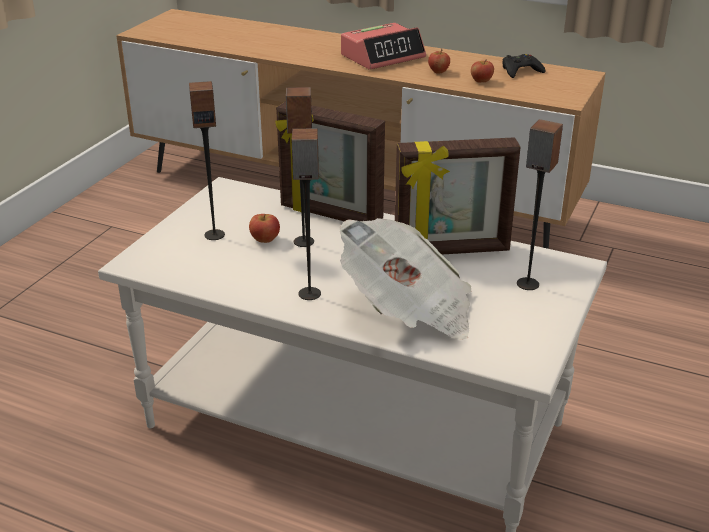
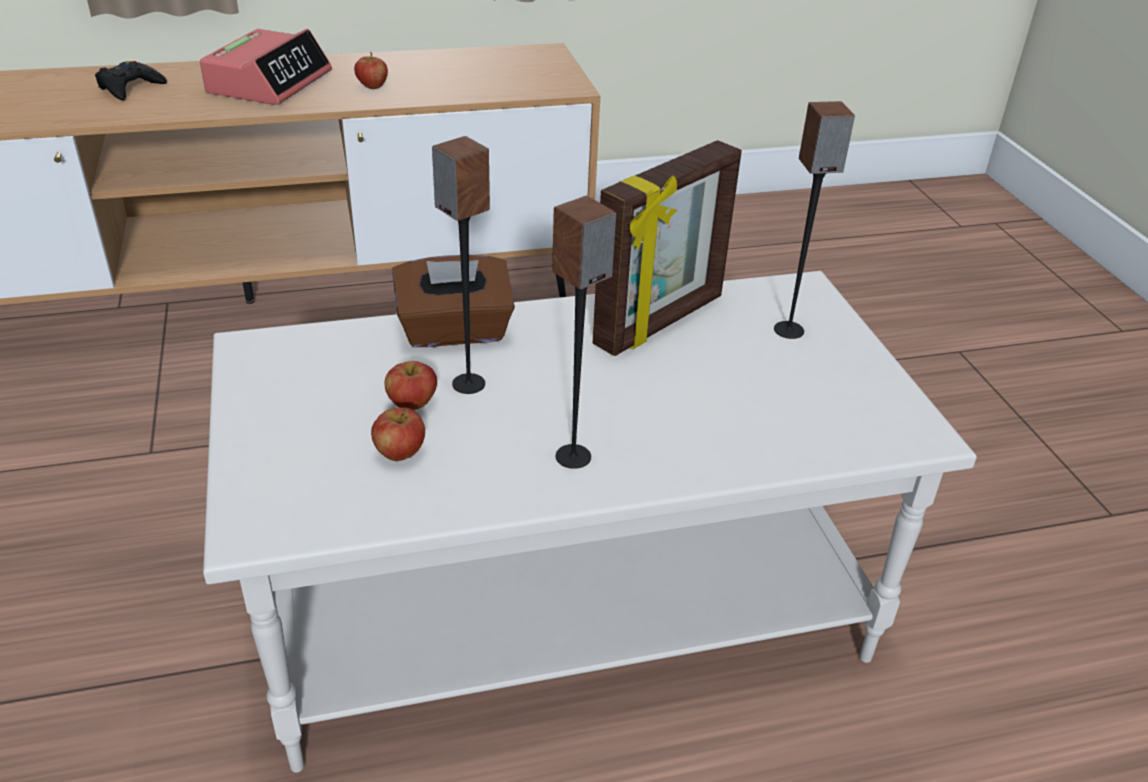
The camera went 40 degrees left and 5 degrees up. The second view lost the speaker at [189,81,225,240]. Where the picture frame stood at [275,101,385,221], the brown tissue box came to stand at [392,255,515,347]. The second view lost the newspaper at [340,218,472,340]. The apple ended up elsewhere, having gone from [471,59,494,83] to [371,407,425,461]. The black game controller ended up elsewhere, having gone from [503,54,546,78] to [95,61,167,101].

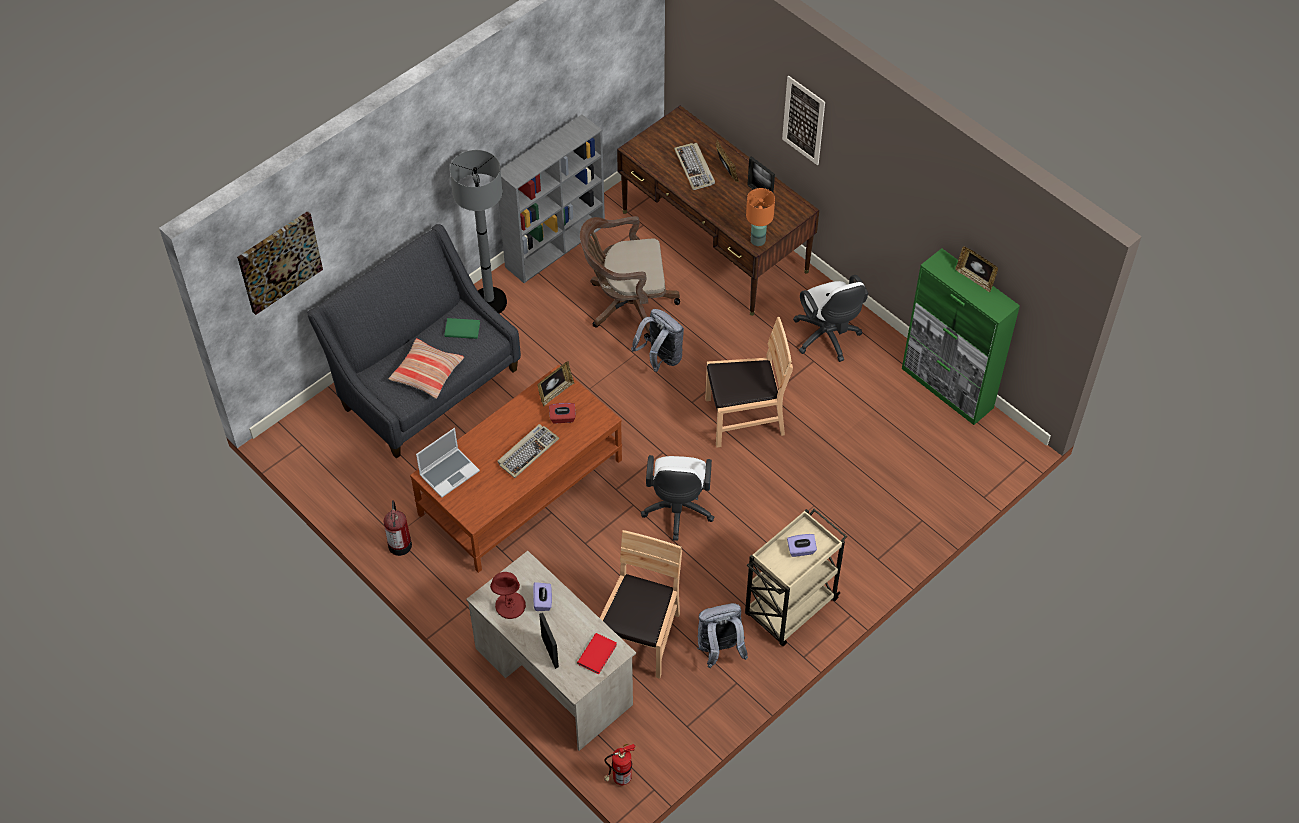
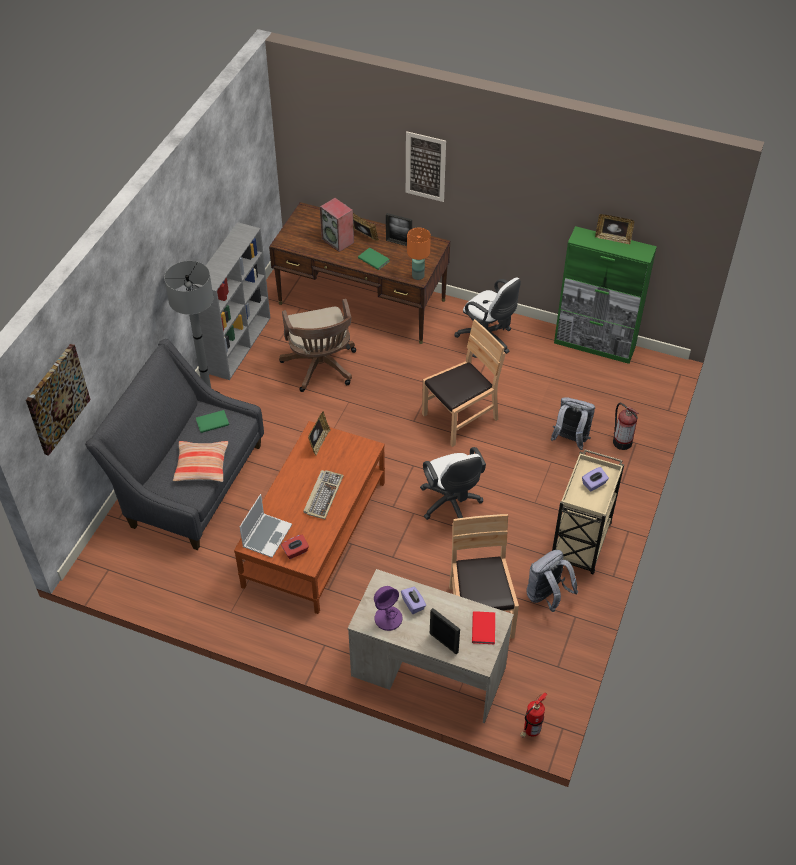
The camera went 25 degrees left and 5 degrees down. The fire extinguisher ended up elsewhere, having gone from [384,500,412,556] to [613,403,639,450]. What was the red table lamp at [490,572,526,619] turned into the purple table lamp at [374,586,403,631]. The red tissue box ended up elsewhere, having gone from [549,403,576,423] to [281,535,309,559]. The brown office chair at [580,216,680,339] ended up facing another way, 75 degrees counterclockwise from before. The grey backpack ended up elsewhere, having gone from [631,309,684,372] to [551,397,595,450]. Where the keyboard stood at [674,143,715,190], the speaker came to stand at [320,198,354,252]. The second view gained the green book at [358,247,390,270].

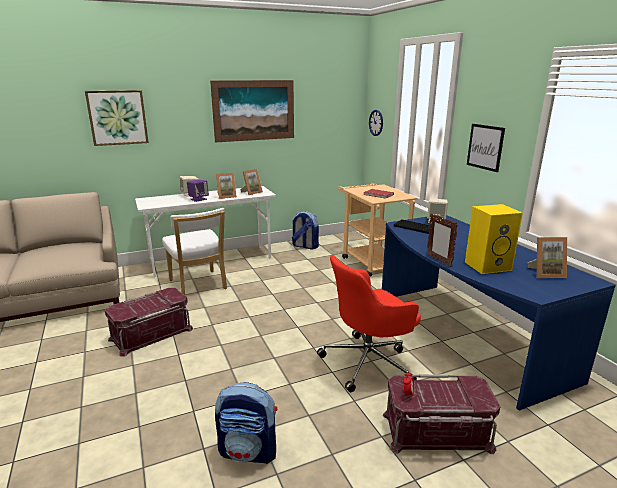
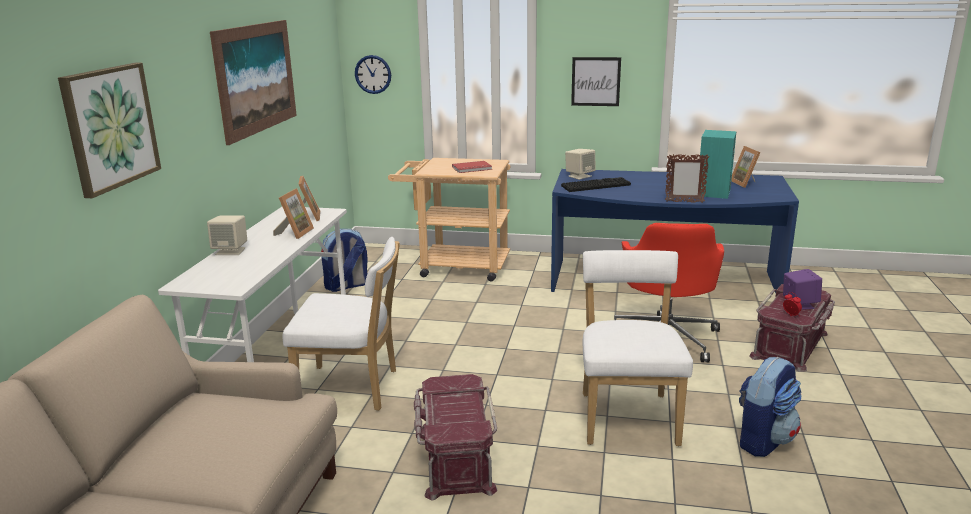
The camera went 55 degrees left and 0 degrees up. The purple speaker ended up elsewhere, having gone from [187,180,209,202] to [783,269,822,310]. What was the yellow speaker at [465,204,523,274] turned into the turquoise speaker at [700,130,737,199]. The picture frame at [528,237,567,278] ended up facing another way, 135 degrees clockwise from before. The second view gained the white chair at [583,250,693,446].

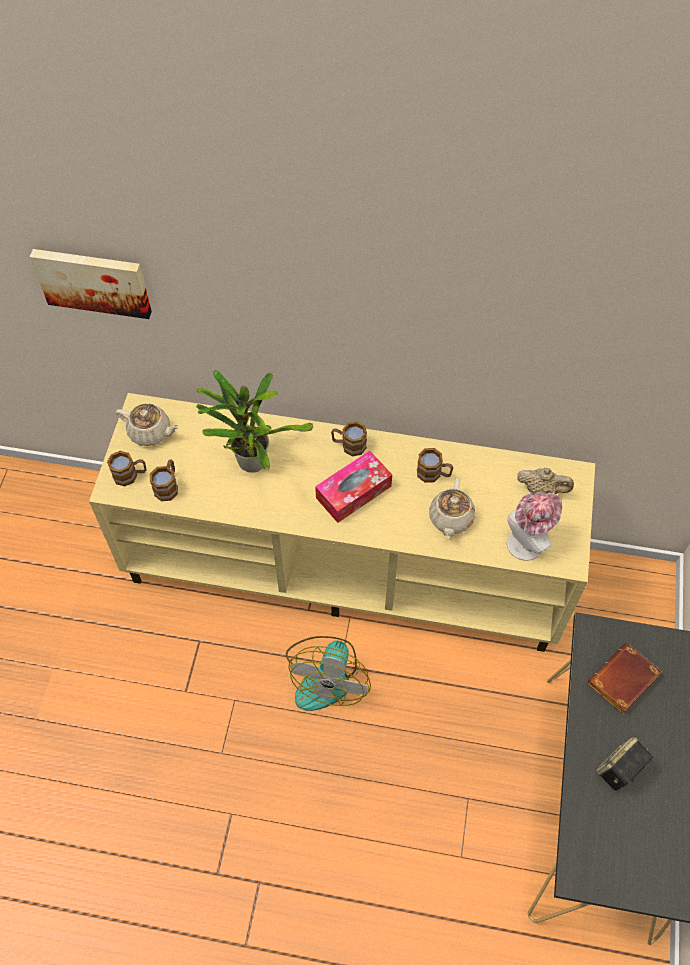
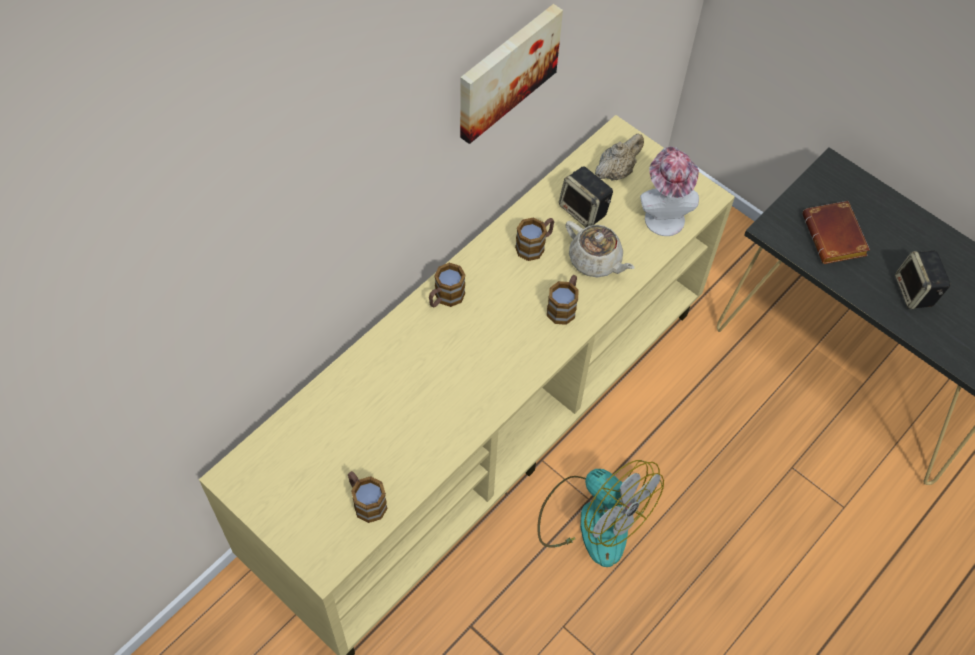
The camera went 60 degrees left and 0 degrees up. The picture ended up elsewhere, having gone from [30,249,152,319] to [460,4,563,144]. The mug ended up elsewhere, having gone from [107,451,147,486] to [547,275,579,325]. The second view lost the beige teapot at [116,403,180,446]. The second view lost the potted plant at [196,370,313,473]. The second view lost the tissue box at [315,451,392,523]. The second view gained the speaker at [559,166,613,227].

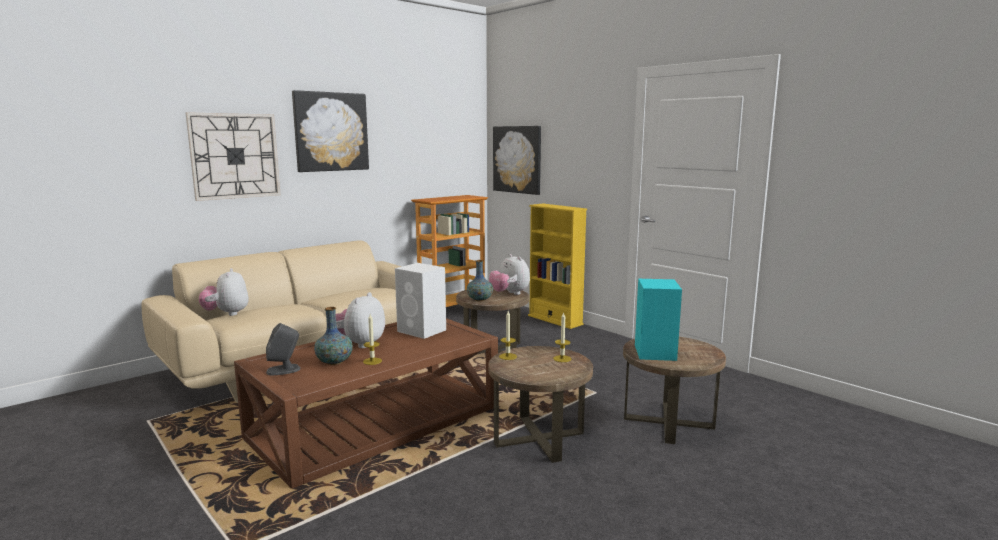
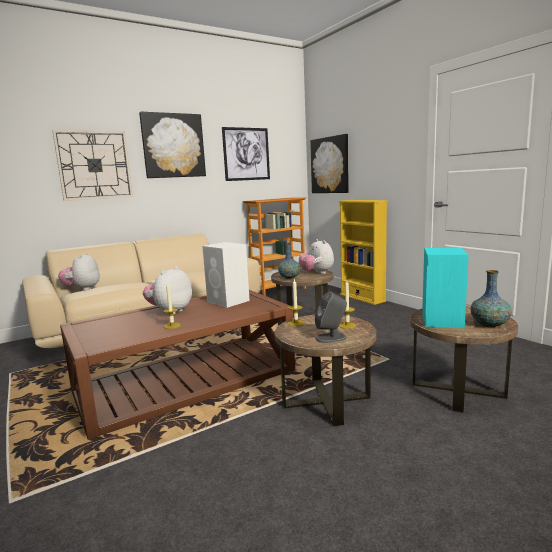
The camera went 10 degrees right and 0 degrees up. The grey speaker ended up elsewhere, having gone from [266,323,301,375] to [315,292,347,343]. The vase ended up elsewhere, having gone from [314,307,353,365] to [471,270,512,327]. The second view gained the picture at [222,127,270,181].

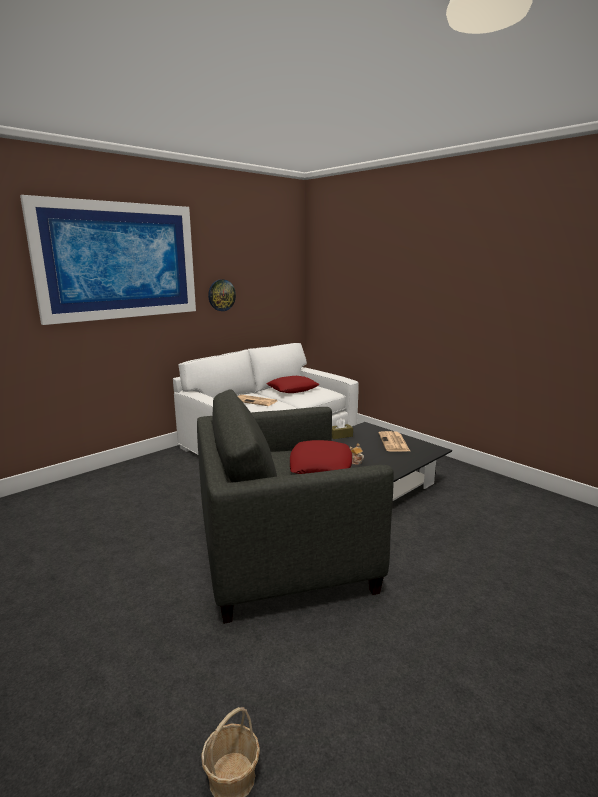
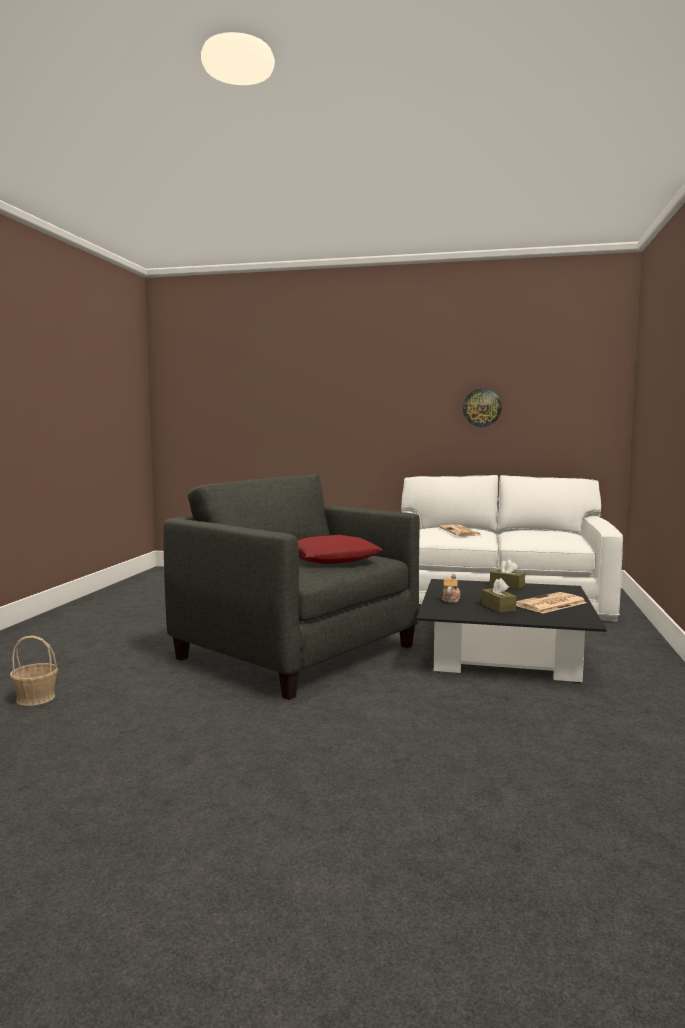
The camera went 55 degrees right and 10 degrees down. The second view lost the picture at [20,195,196,325]. The second view lost the red pillow at [267,376,319,393]. The second view gained the brown tissue box at [481,578,516,613].

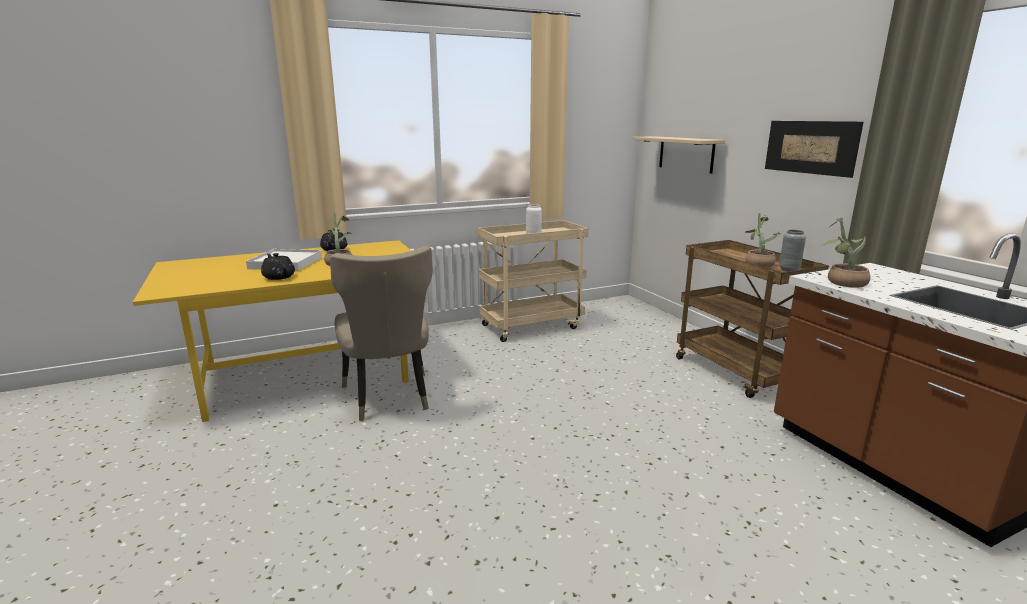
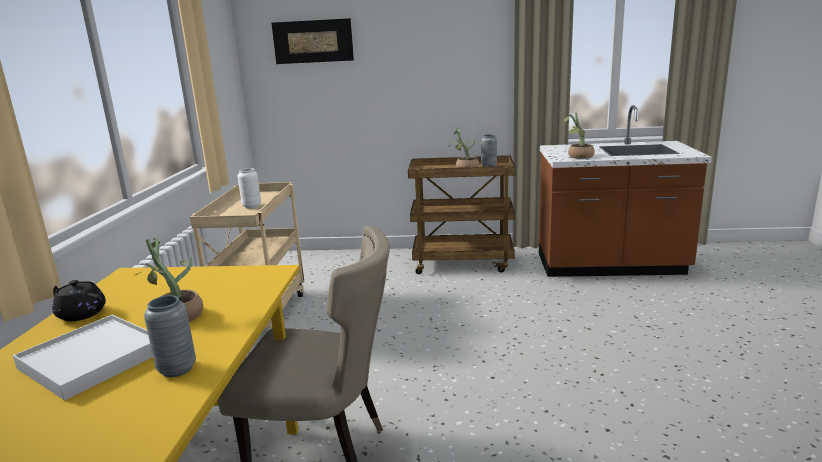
The camera went 60 degrees left and 0 degrees up. Where the black teapot stood at [261,253,295,280], the grey vase came to stand at [144,295,196,377]. The second view lost the beige shelf at [633,136,725,174]. The picture ended up elsewhere, having gone from [765,121,864,178] to [271,18,354,64].

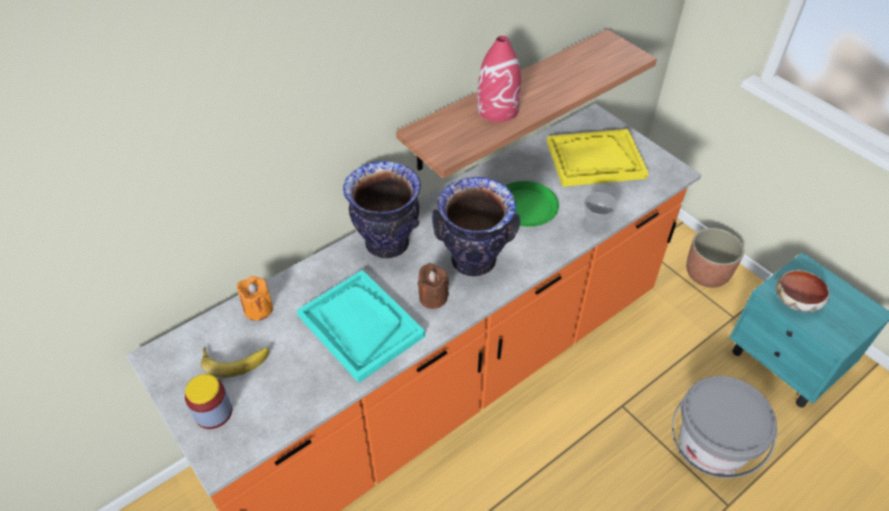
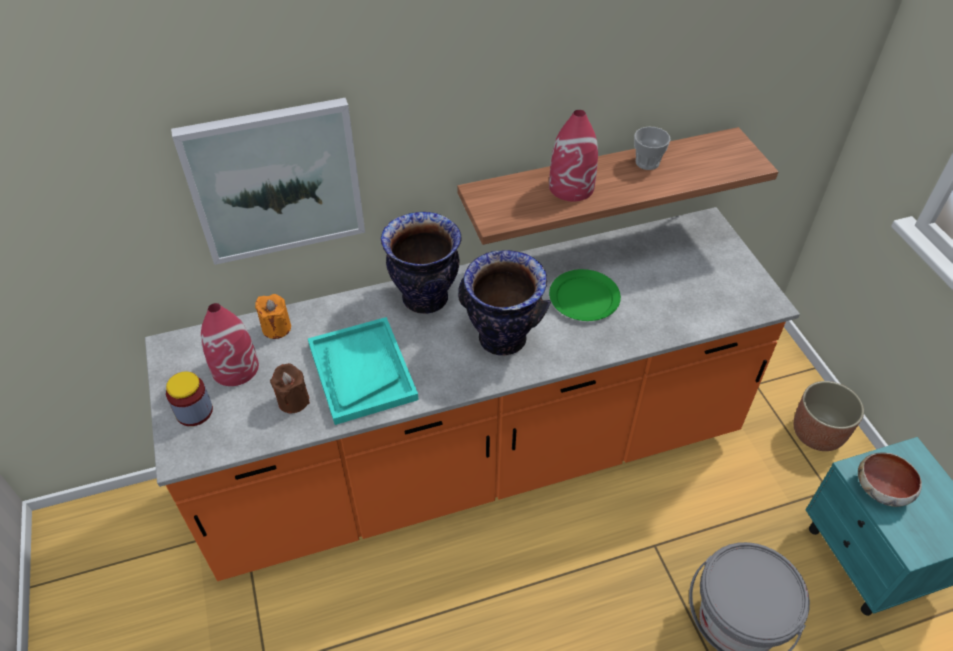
The camera went 20 degrees right and 0 degrees up. Where the banana stood at [201,346,269,378], the red vase came to stand at [201,303,259,386]. The brown candle ended up elsewhere, having gone from [418,263,449,309] to [270,363,310,414]. The second view lost the yellow tray at [547,129,649,187]. The cup ended up elsewhere, having gone from [584,192,617,232] to [634,127,670,170]. The second view gained the picture at [171,98,365,265].

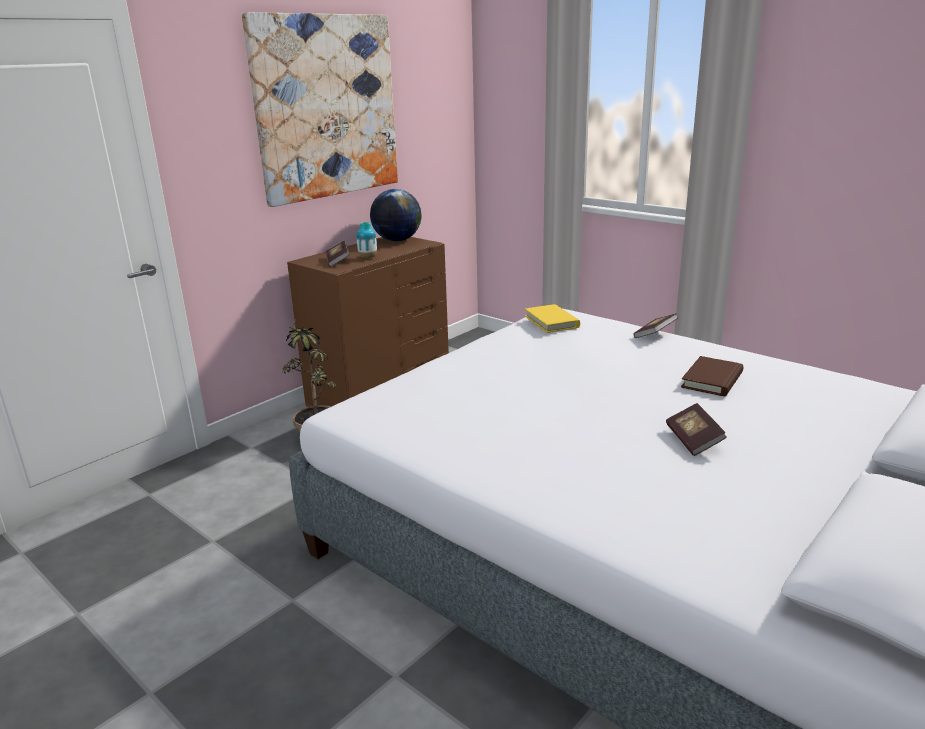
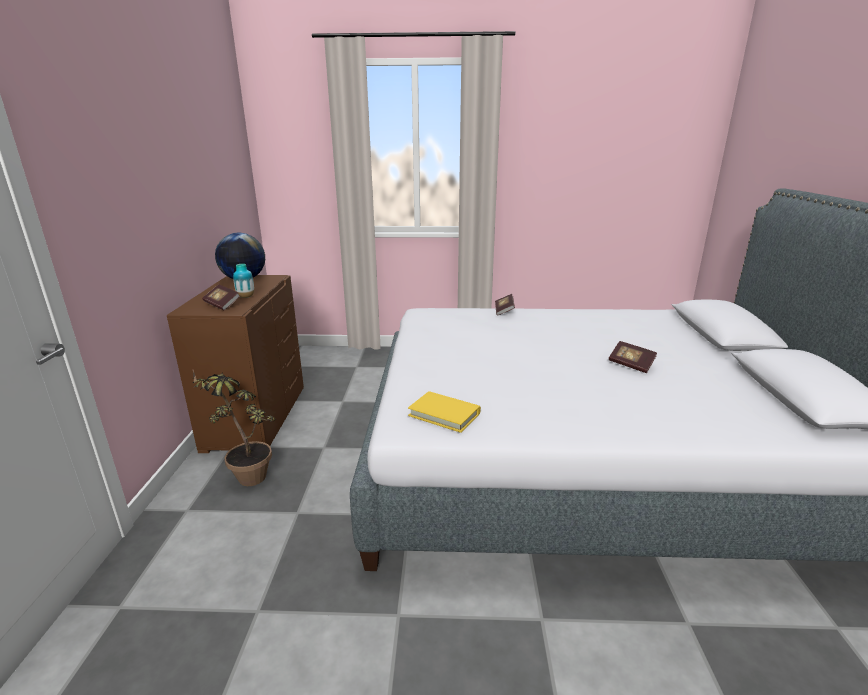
The camera went 40 degrees left and 0 degrees up. The second view lost the picture at [242,12,398,207]. The yellow book ended up elsewhere, having gone from [525,304,580,333] to [408,391,481,433]. The second view lost the brown book at [681,356,743,397].

